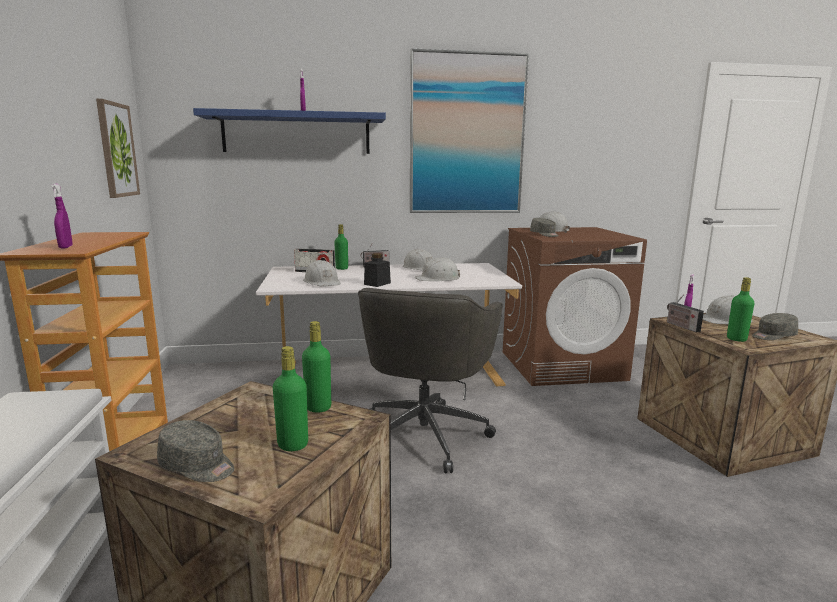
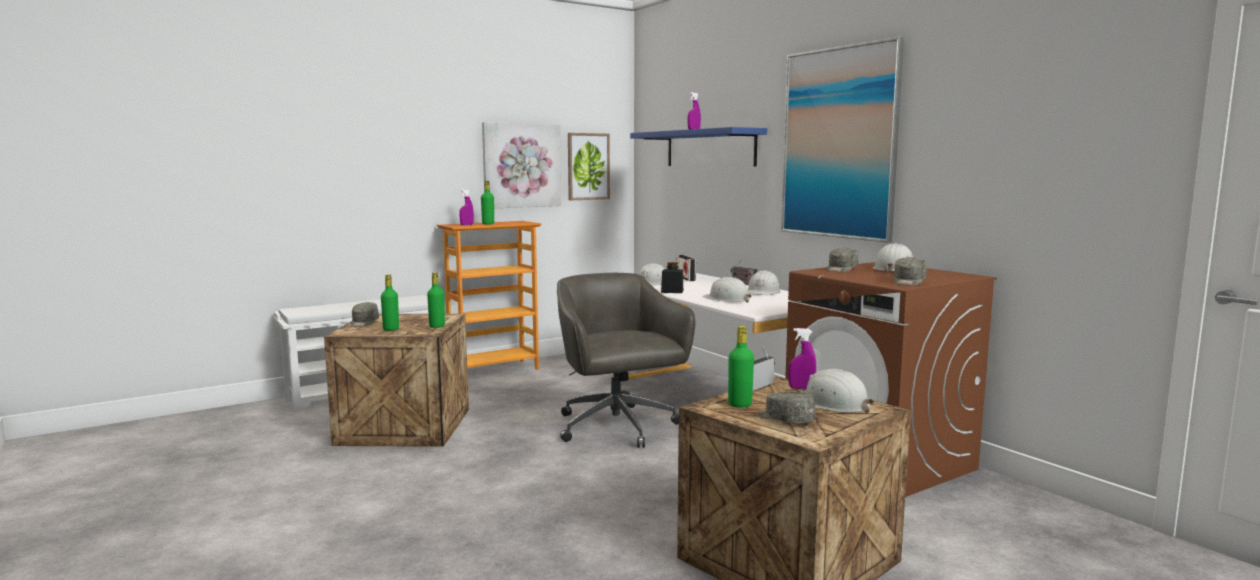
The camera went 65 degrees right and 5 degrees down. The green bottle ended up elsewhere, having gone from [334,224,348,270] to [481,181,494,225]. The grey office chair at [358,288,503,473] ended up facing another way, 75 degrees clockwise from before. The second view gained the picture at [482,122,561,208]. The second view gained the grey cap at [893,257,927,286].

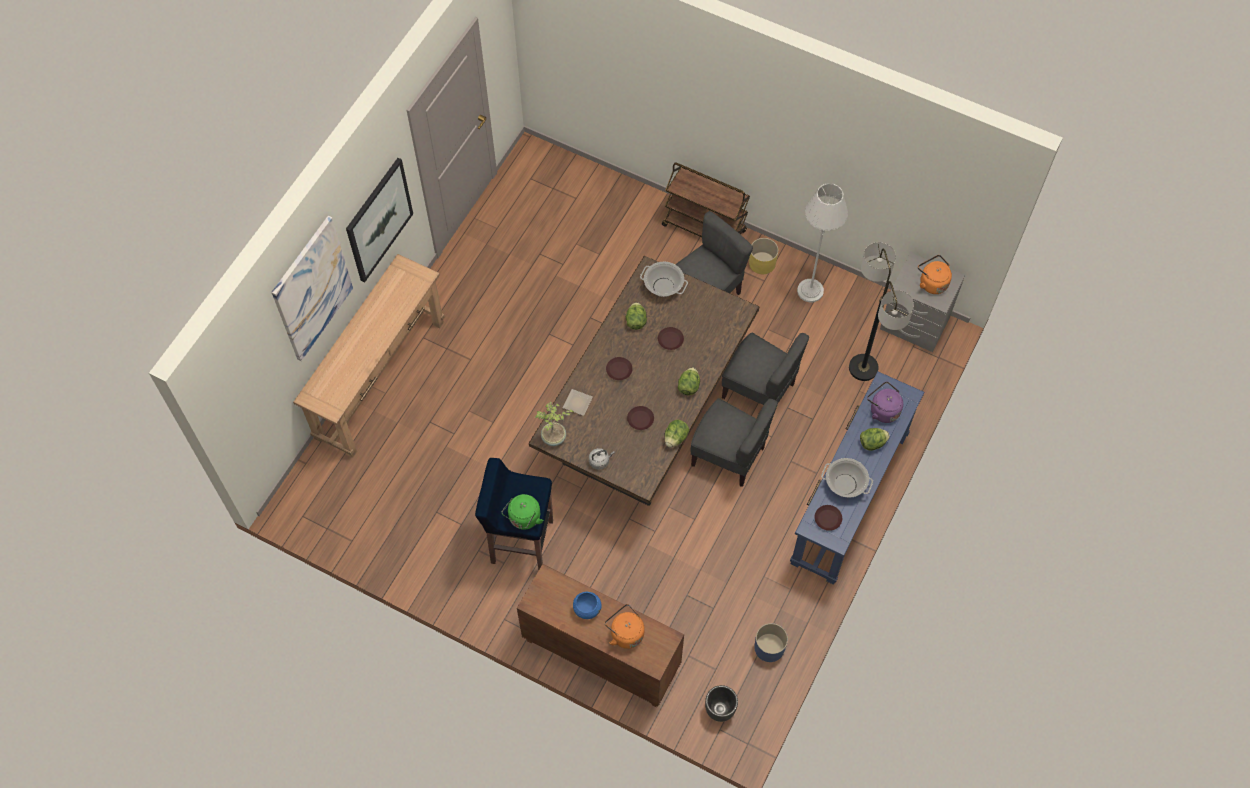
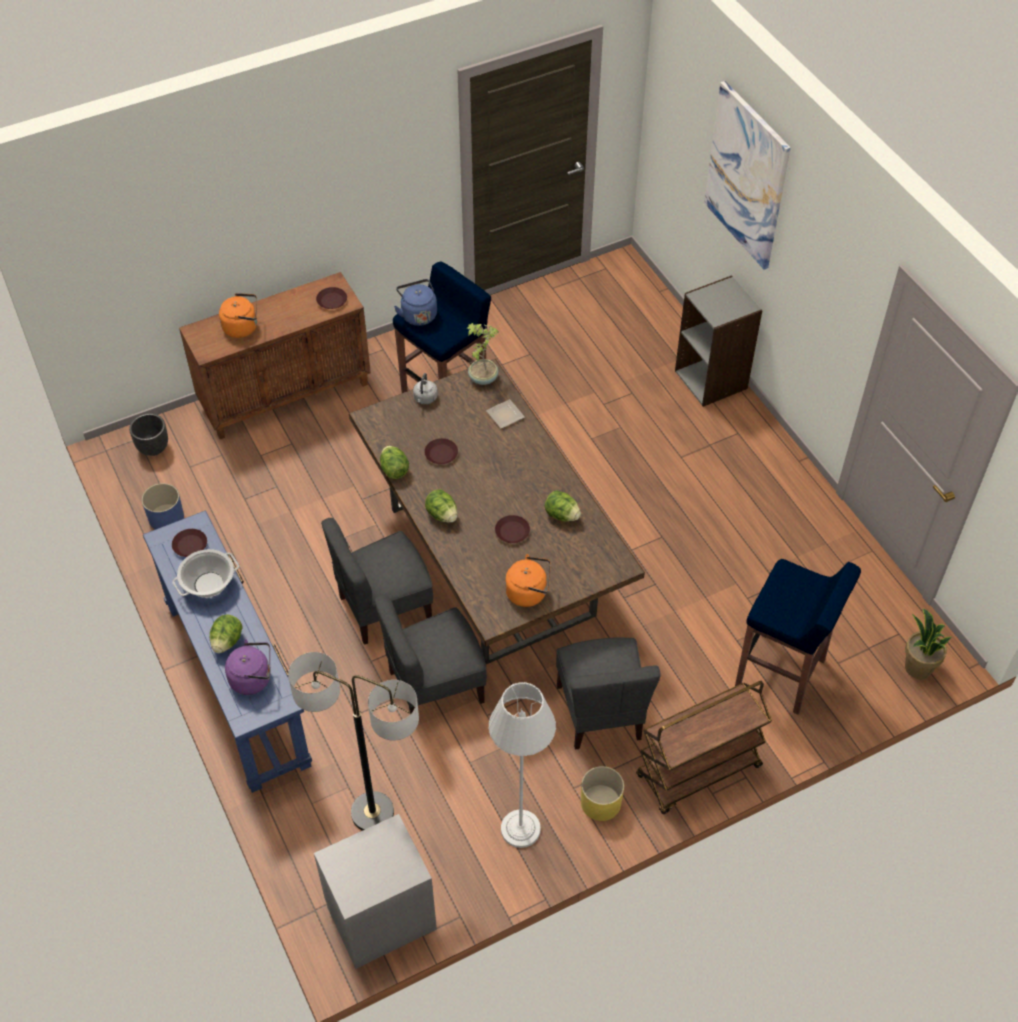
The camera went 125 degrees right and 10 degrees down. Where the brown console table stood at [293,254,444,458], the grey bookcase came to stand at [675,275,762,407]. The second view lost the picture at [346,158,413,283]. What was the green kettle at [502,494,543,530] turned into the blue kettle at [394,279,437,326]. The second view lost the blue bowl at [573,592,602,619]. The brown plate ended up elsewhere, having gone from [606,357,633,380] to [316,287,347,309]. The second view lost the cooking pot at [640,262,688,297]. The orange kettle ended up elsewhere, having gone from [918,255,952,294] to [505,554,551,607]. The second view gained the blue stool at [735,559,861,715]. The second view gained the potted plant at [905,609,951,679].

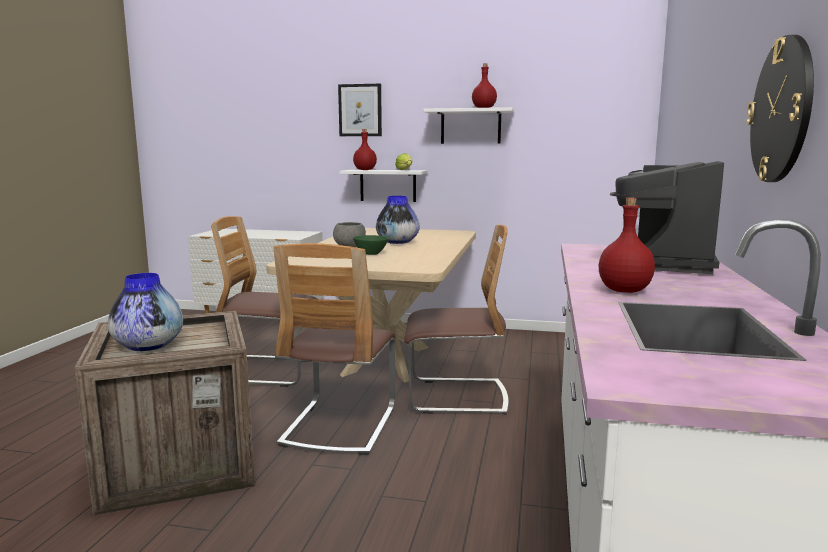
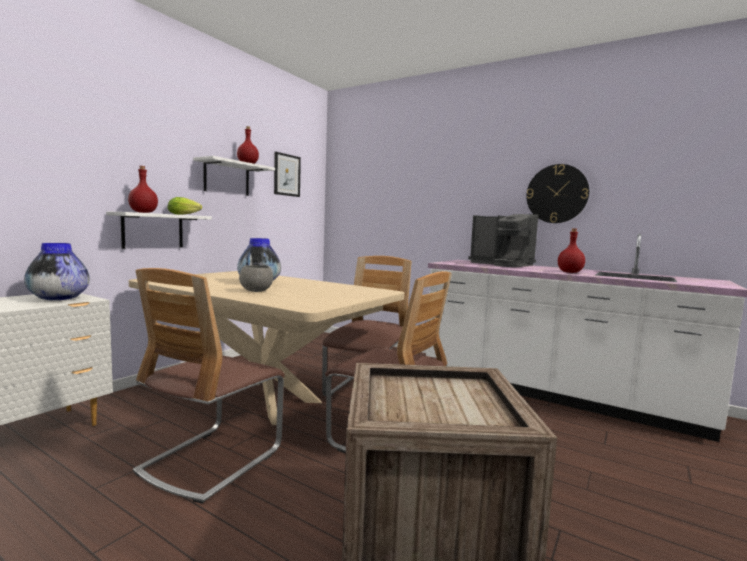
The camera went 70 degrees left and 5 degrees down. The vase ended up elsewhere, having gone from [108,273,183,351] to [24,243,90,300]. The picture ended up elsewhere, having gone from [338,84,382,136] to [274,152,301,197]. The second view lost the green bowl at [353,235,389,255].

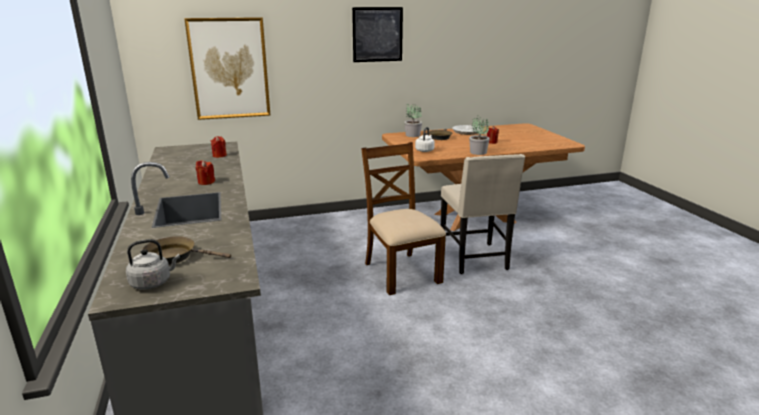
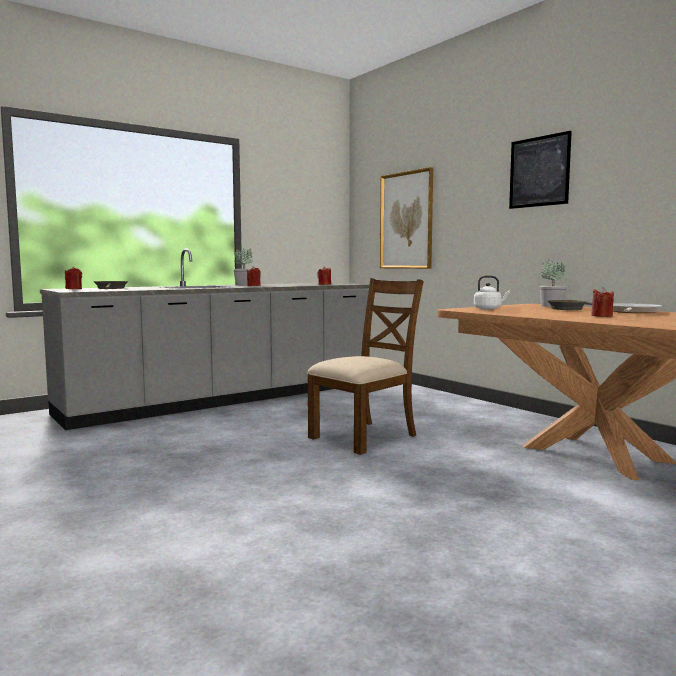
The camera went 70 degrees right and 15 degrees down. Where the grey kettle stood at [126,239,180,289], the red candle came to stand at [65,267,82,289]. The second view lost the beige chair at [441,154,525,274]. The potted plant ended up elsewhere, having gone from [469,118,490,155] to [234,247,253,286].

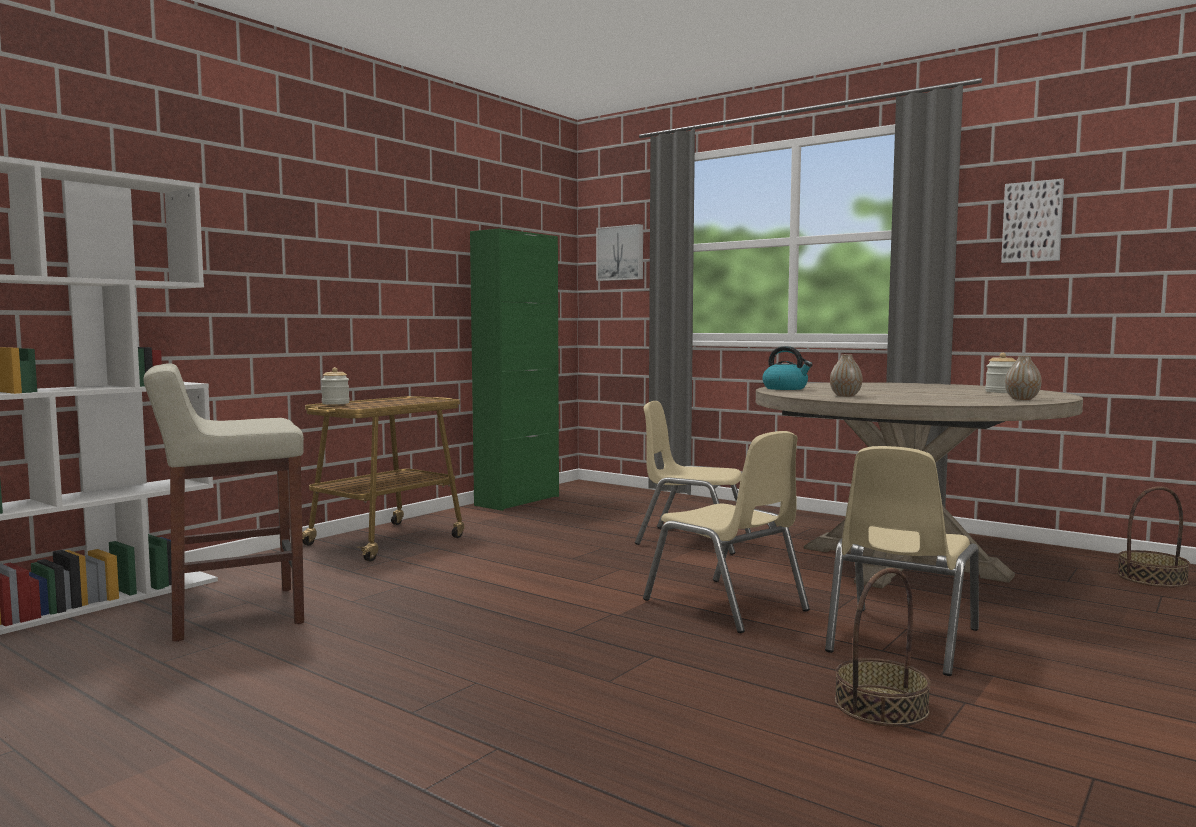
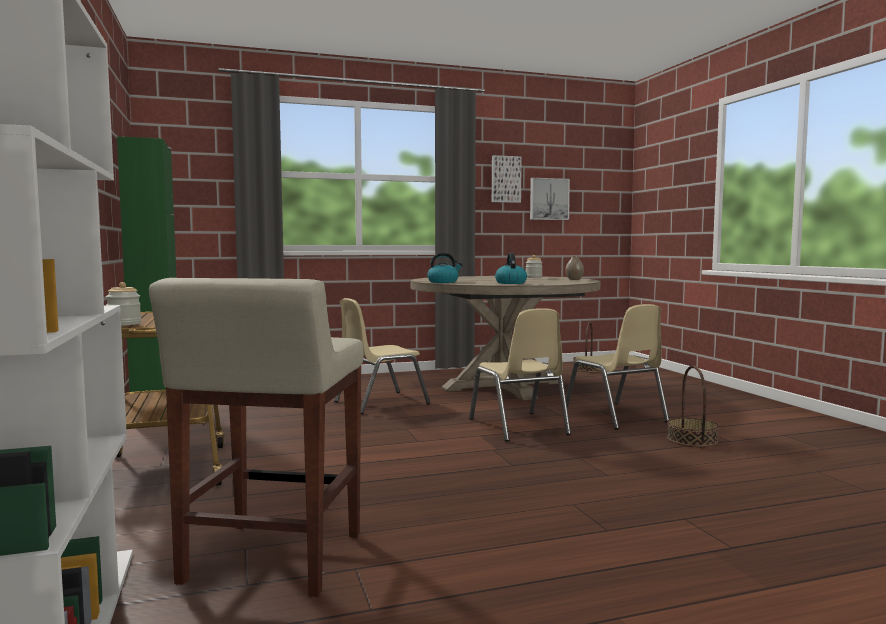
The camera went 55 degrees left and 0 degrees up. The picture ended up elsewhere, having gone from [596,224,643,281] to [530,178,570,220]. The beige chair at [643,431,810,633] ended up facing another way, 75 degrees clockwise from before. Where the vase stood at [830,354,862,397], the kettle came to stand at [495,253,527,284].

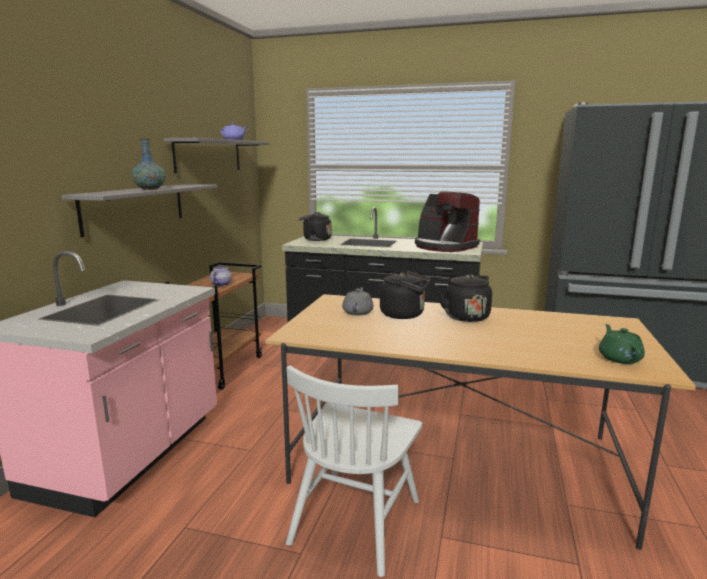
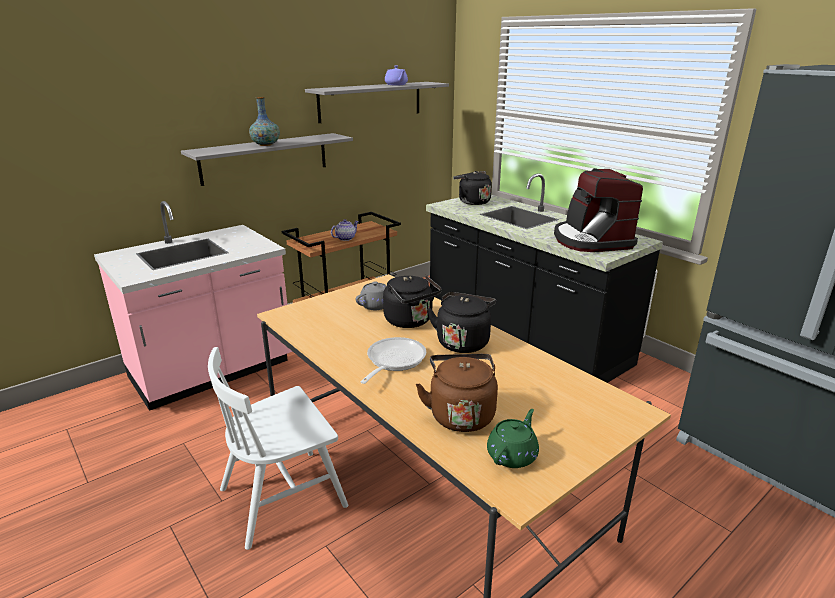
The camera went 35 degrees right and 10 degrees up. The second view gained the frying pan at [361,337,426,384]. The second view gained the brown kettle at [416,354,498,432].

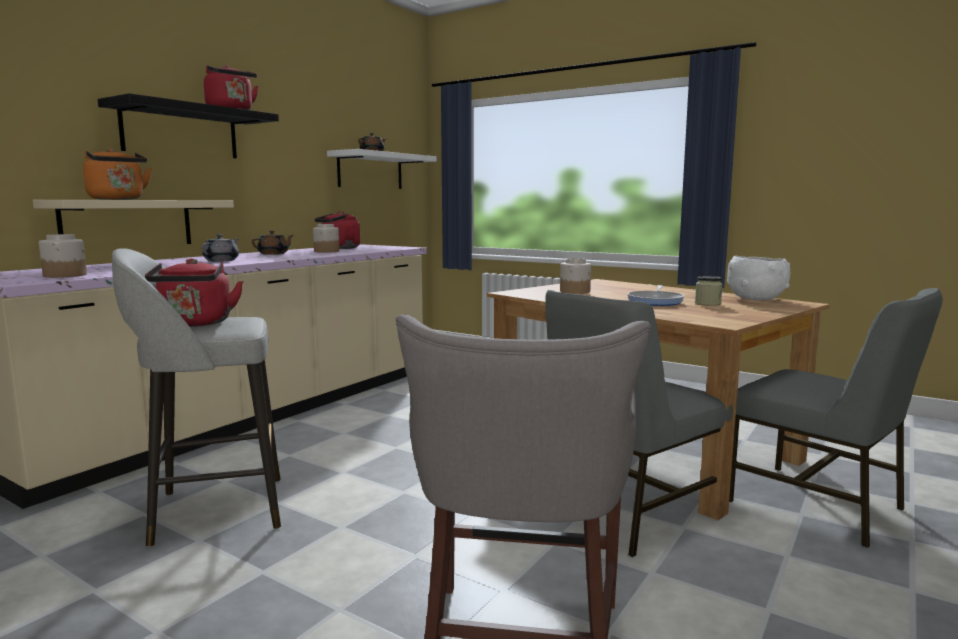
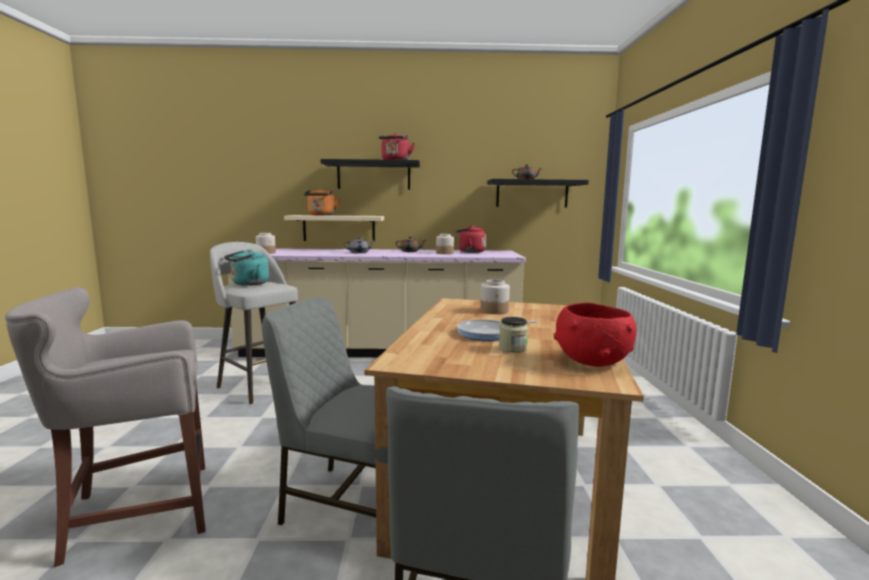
The camera went 55 degrees right and 0 degrees up. What was the red kettle at [145,258,243,327] turned into the turquoise kettle at [224,250,269,286]. What was the white shelf at [327,149,437,189] turned into the black shelf at [487,179,589,208]. What was the white bowl at [727,256,790,301] turned into the red bowl at [554,303,636,367].

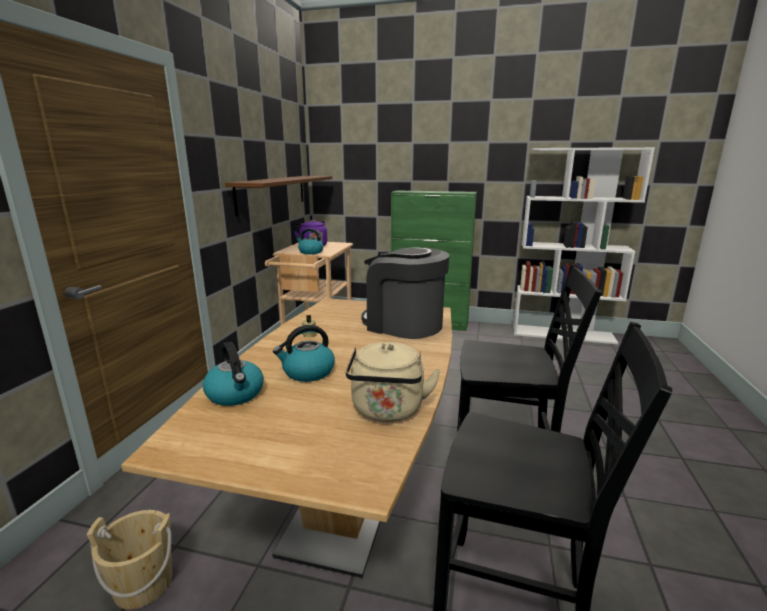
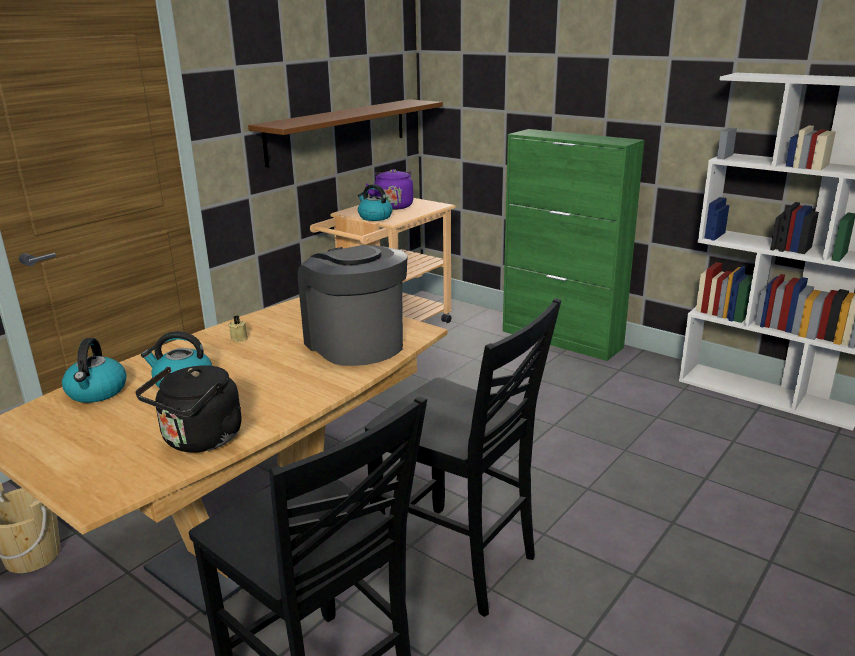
The camera went 25 degrees right and 5 degrees up. What was the beige kettle at [346,342,441,422] turned into the black kettle at [136,365,241,452].

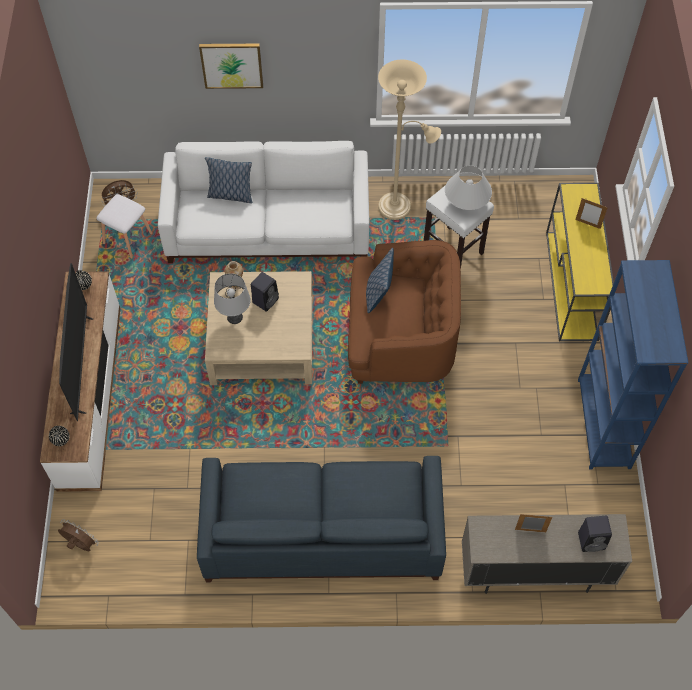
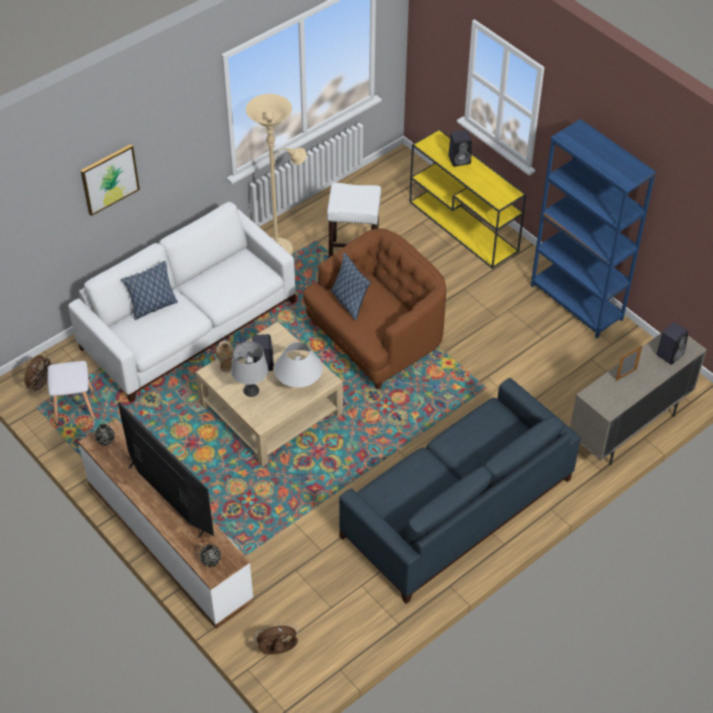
The camera went 40 degrees left and 10 degrees down. The white table lamp ended up elsewhere, having gone from [445,165,492,210] to [274,342,323,387]. Where the picture frame stood at [576,198,608,229], the black speaker came to stand at [448,130,472,167].

